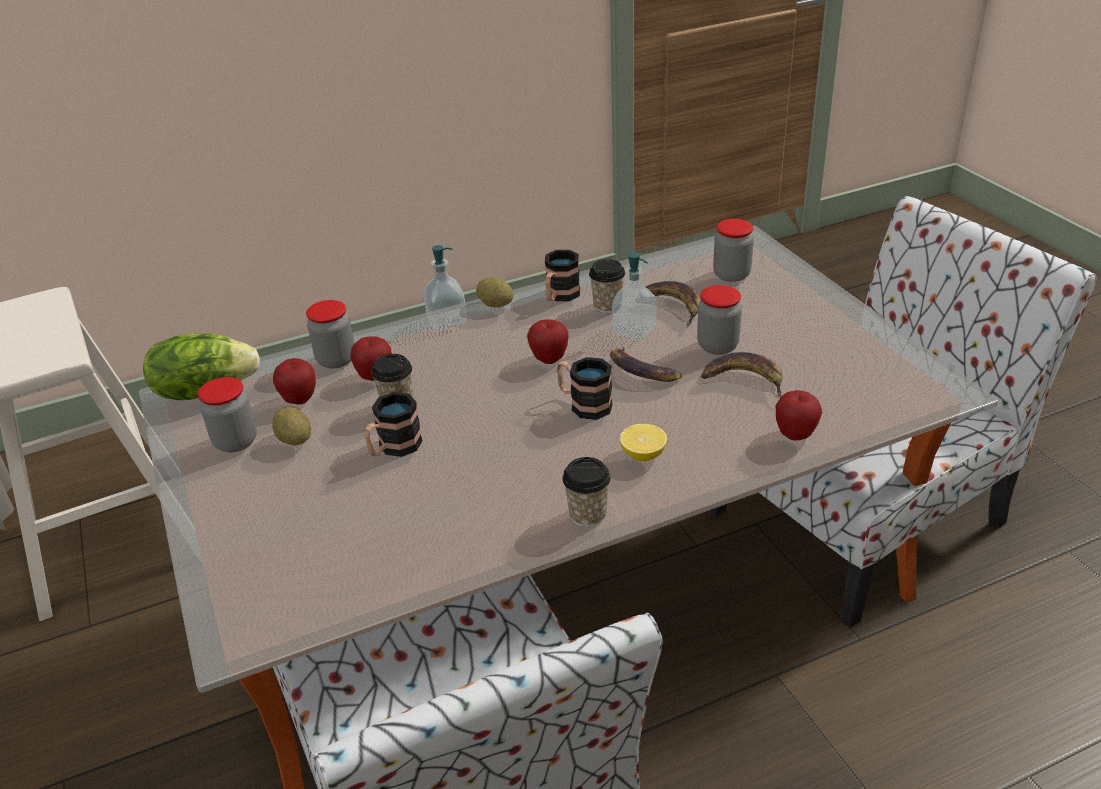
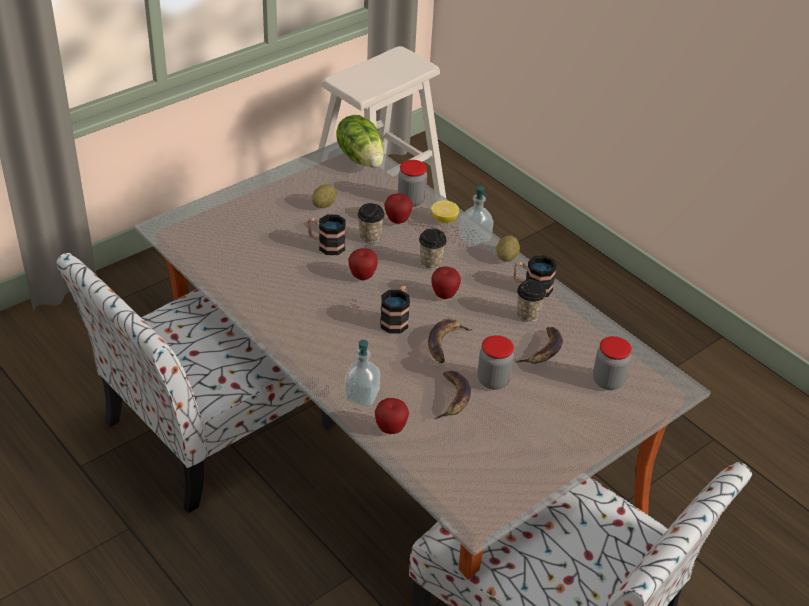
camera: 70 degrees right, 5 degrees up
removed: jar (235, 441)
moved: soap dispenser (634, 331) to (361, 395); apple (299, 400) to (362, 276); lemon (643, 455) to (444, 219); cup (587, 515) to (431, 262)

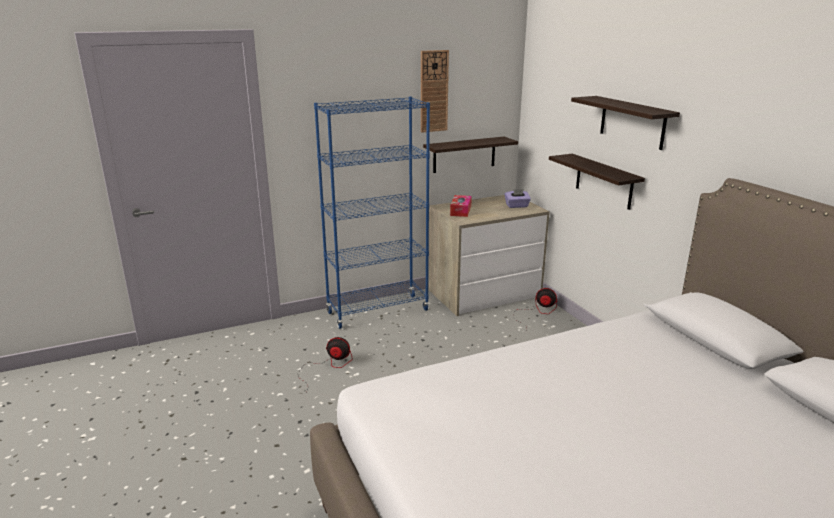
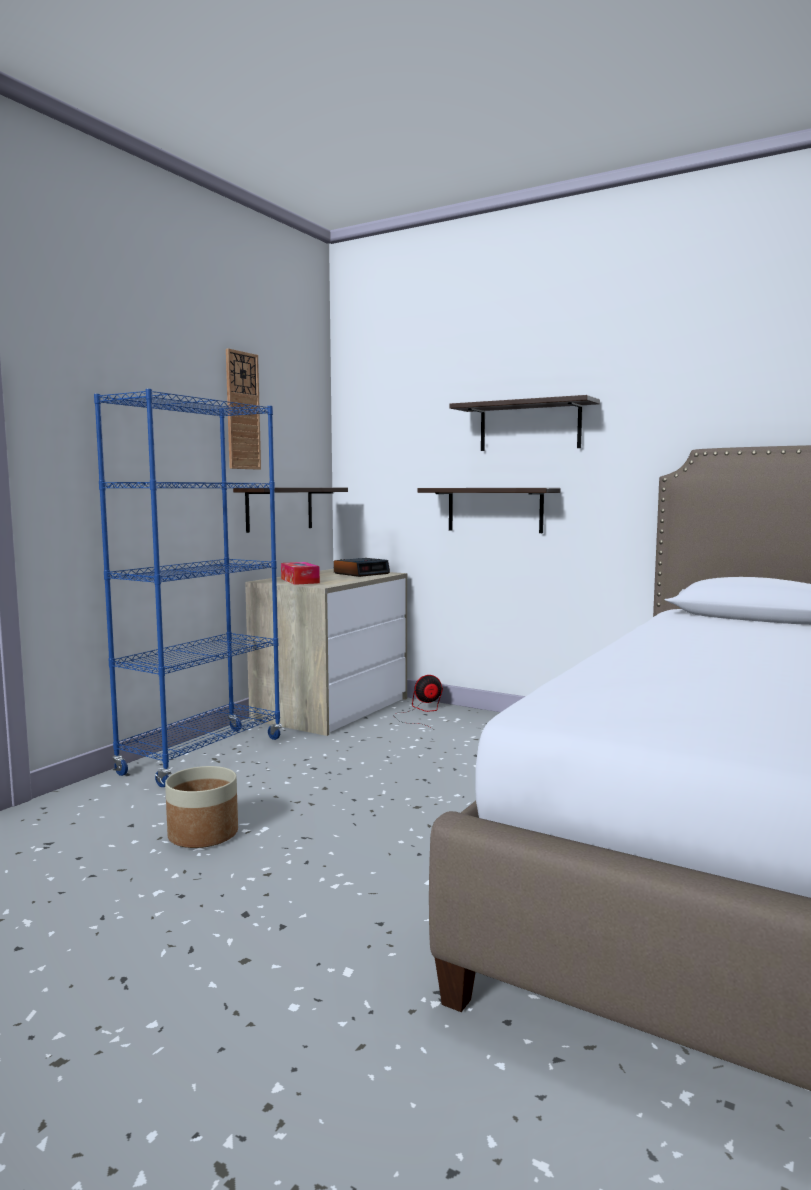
camera: 35 degrees left, 15 degrees down
replaced: purple tissue box (517, 206) to alarm clock (361, 573); fan (327, 367) to planter (203, 834)

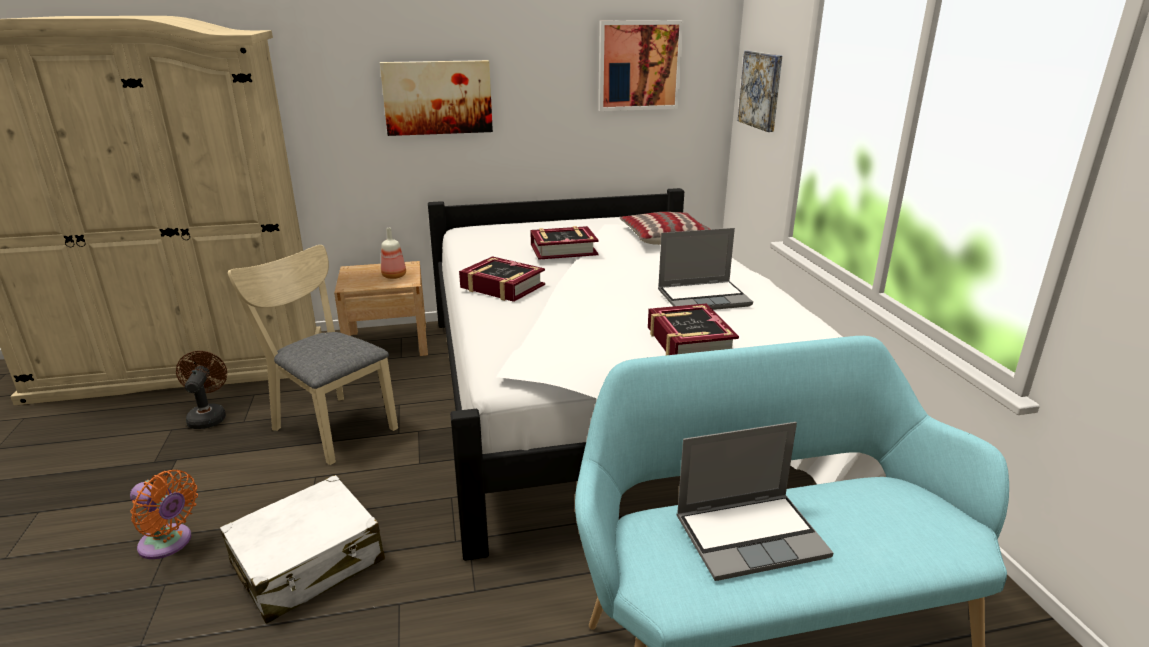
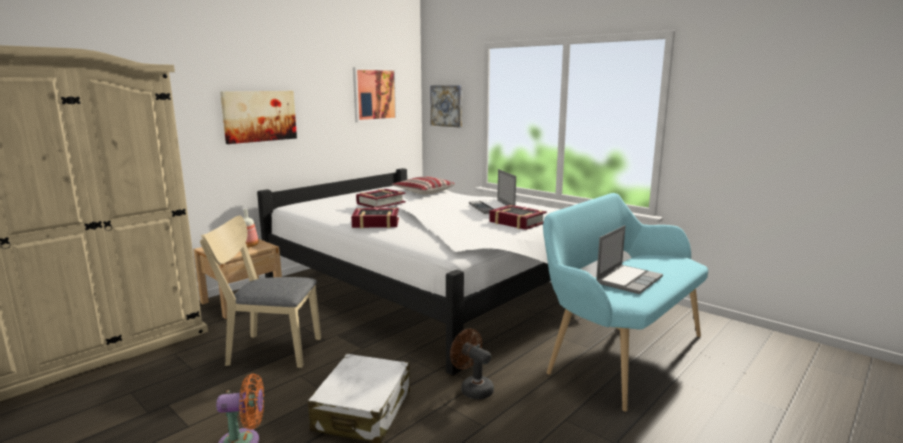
camera: 35 degrees left, 10 degrees down
moved: brown fan (208, 416) to (472, 388)
turned: laptop (704, 298) = (492, 208) 120 degrees clockwise

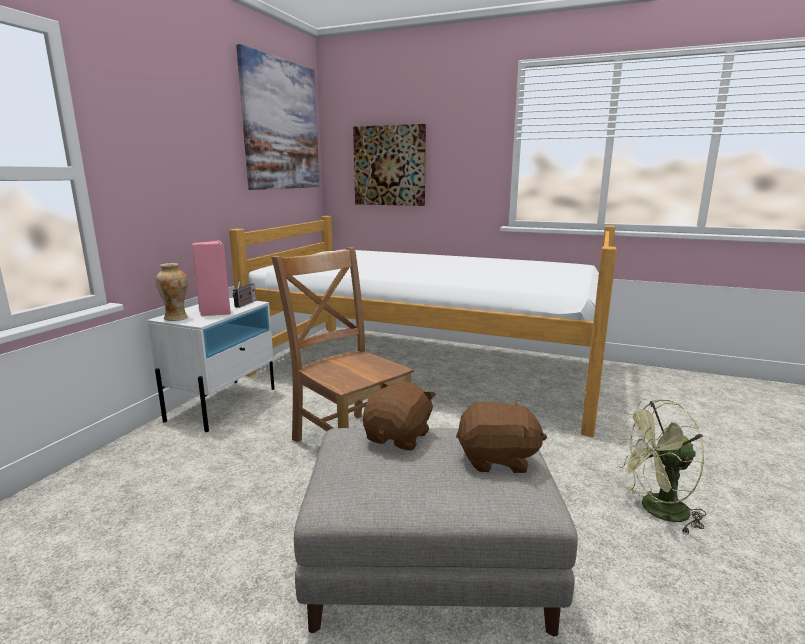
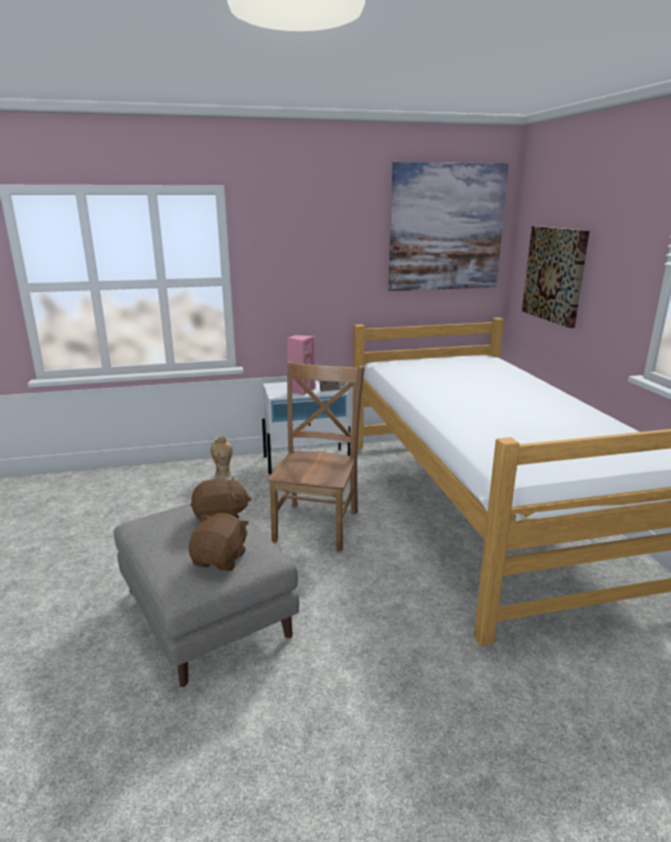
camera: 55 degrees right, 5 degrees up
removed: green fan (656, 511)
moved: vase (176, 318) to (223, 475)
turned: brown plush toy (497, 459) = (220, 559) 135 degrees counterclockwise

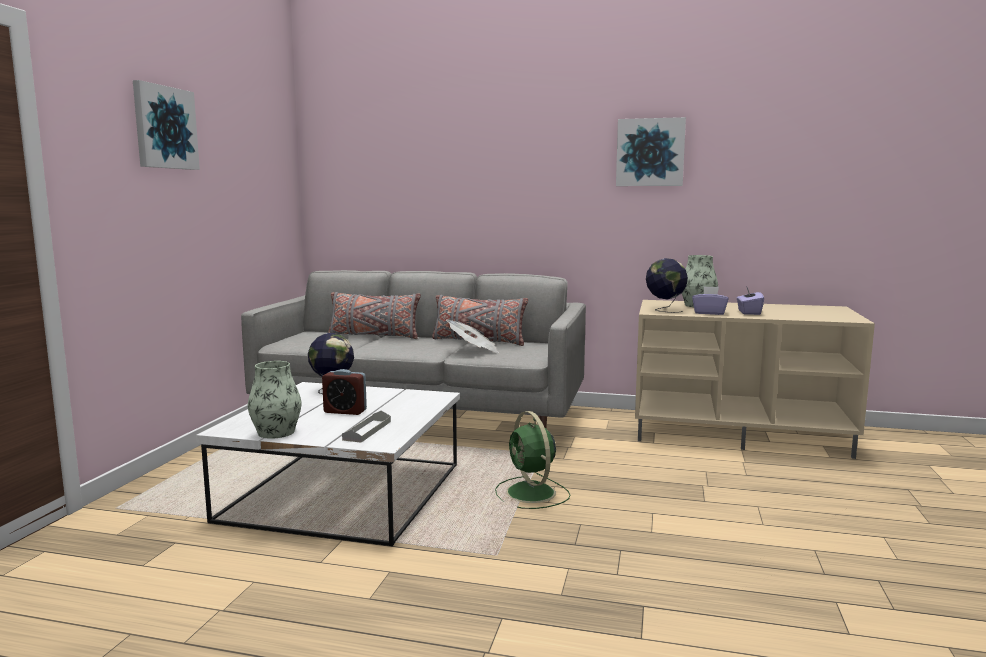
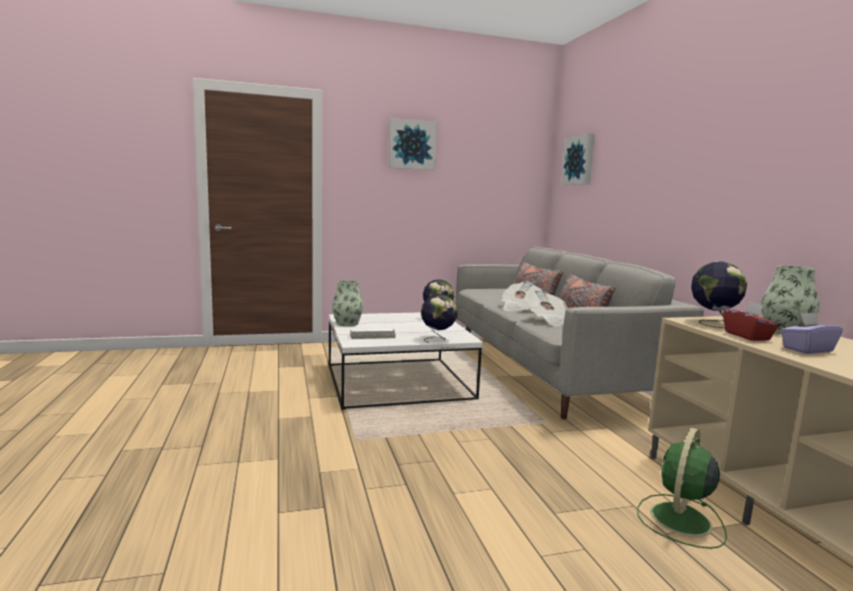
camera: 60 degrees right, 0 degrees up
removed: alarm clock (345, 411)
added: newspaper (519, 308); globe (438, 339)
moved: picture (650, 152) to (579, 160); green fan (532, 493) to (680, 520)
recoloured: purple tissue box (709, 313) to red tissue box (747, 336)

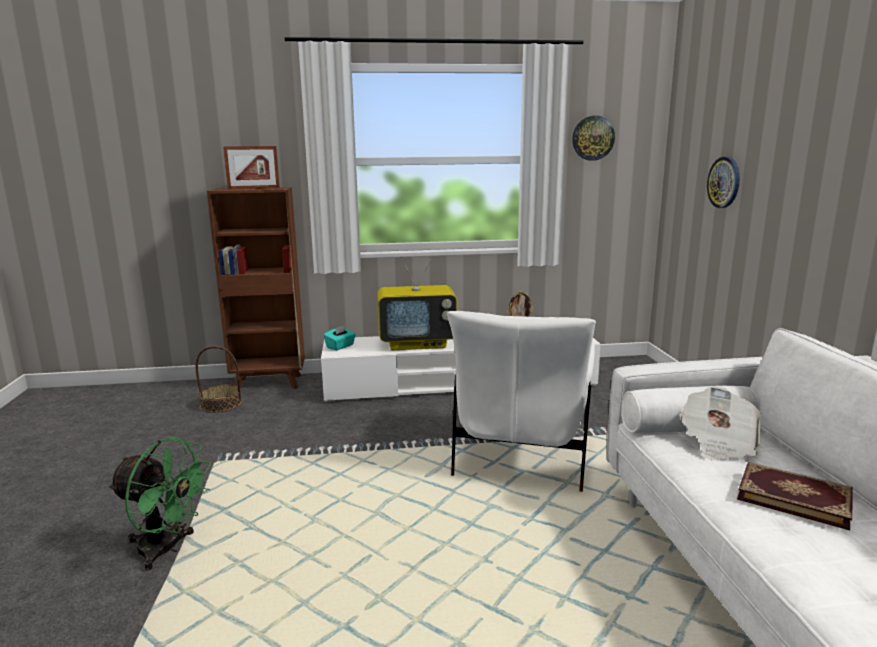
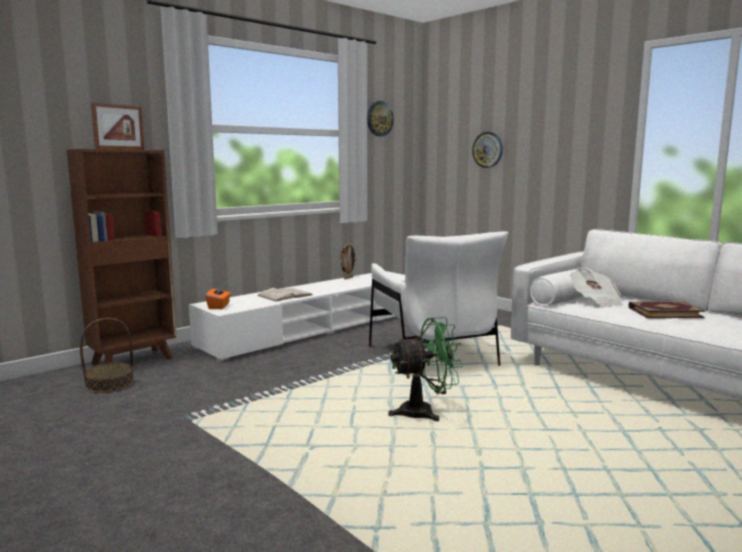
camera: 35 degrees left, 5 degrees down
moved: green fan (167, 549) to (424, 412)
replaced: television (418, 343) to white book (285, 295)
recoloured: turquoise tissue box (340, 346) to orange tissue box (219, 306)

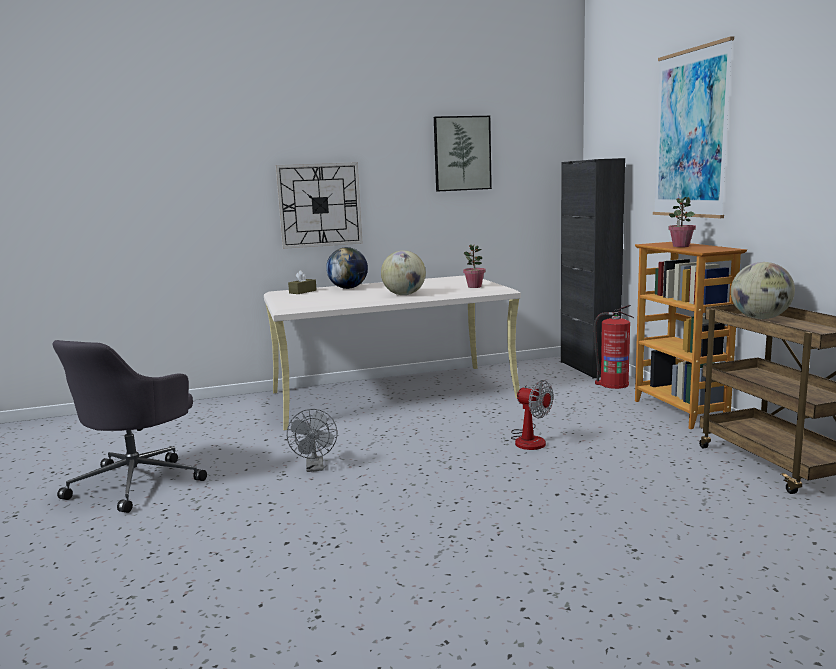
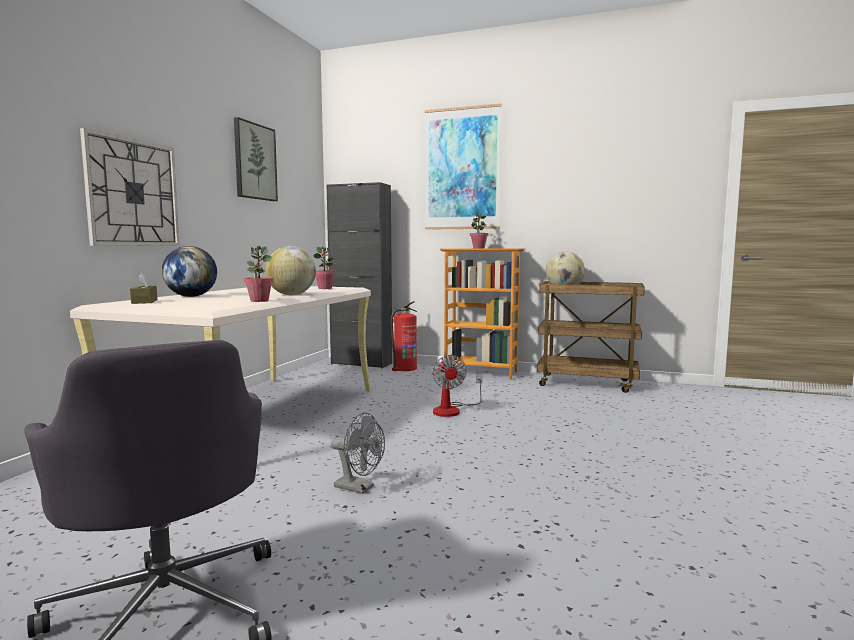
camera: 55 degrees left, 5 degrees down
added: potted plant (259, 301)
turned: fan (529, 439) = (452, 410) 90 degrees clockwise

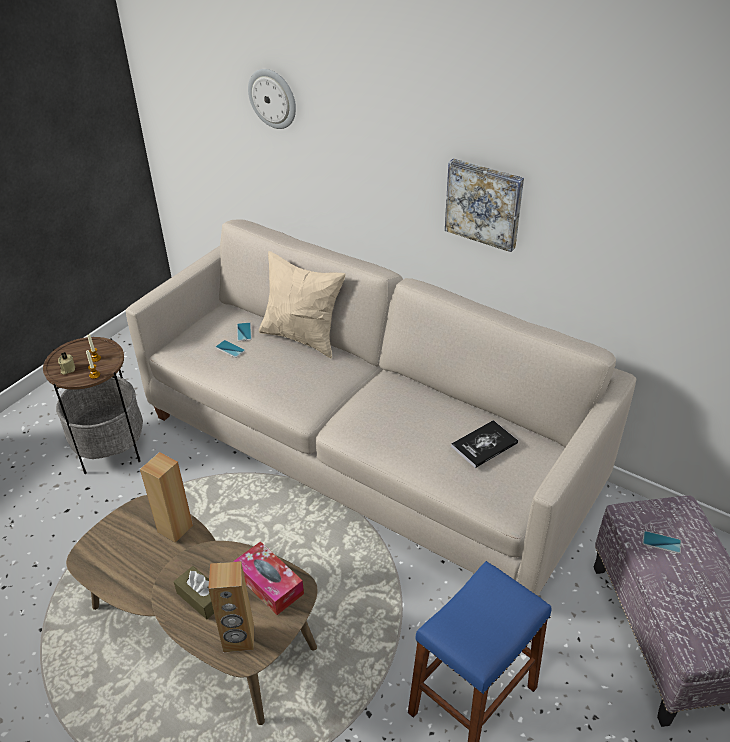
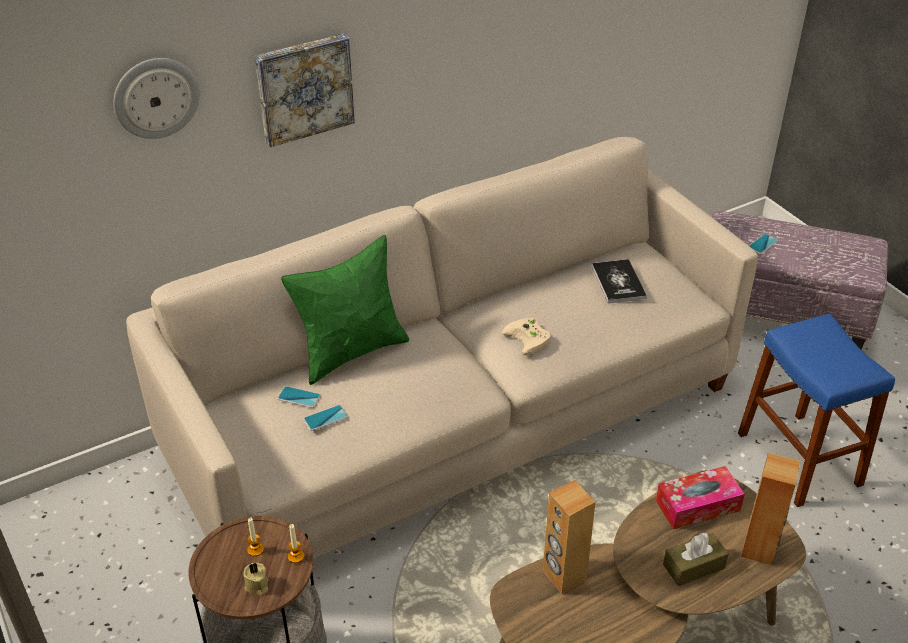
camera: 65 degrees left, 0 degrees up
added: beige game controller (529, 338)
moved: picture (484, 203) to (304, 88)
recoloured: beige pillow (302, 337) to green pillow (351, 352)

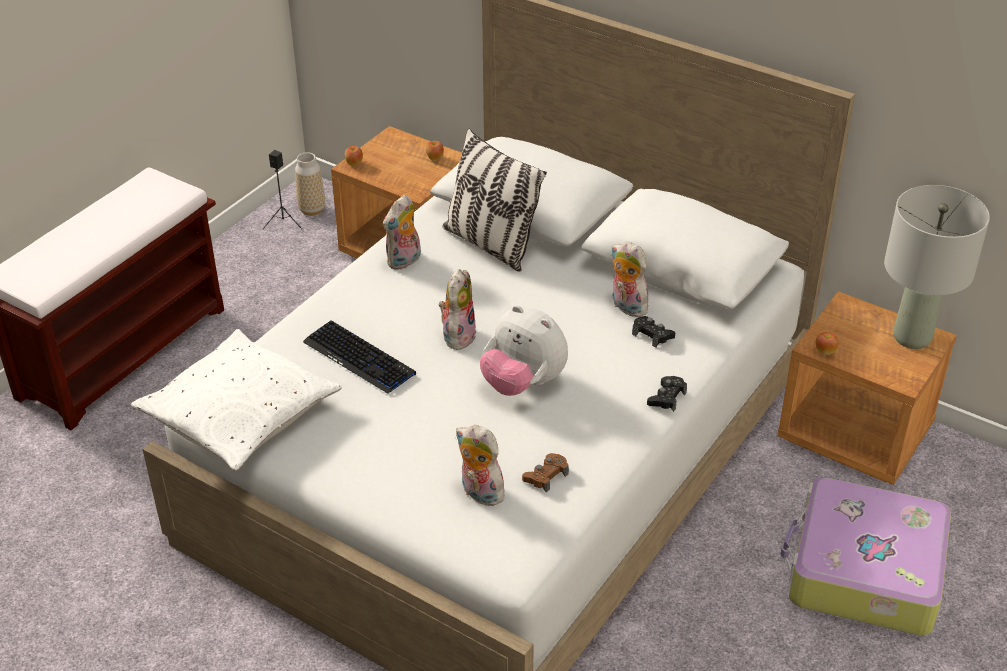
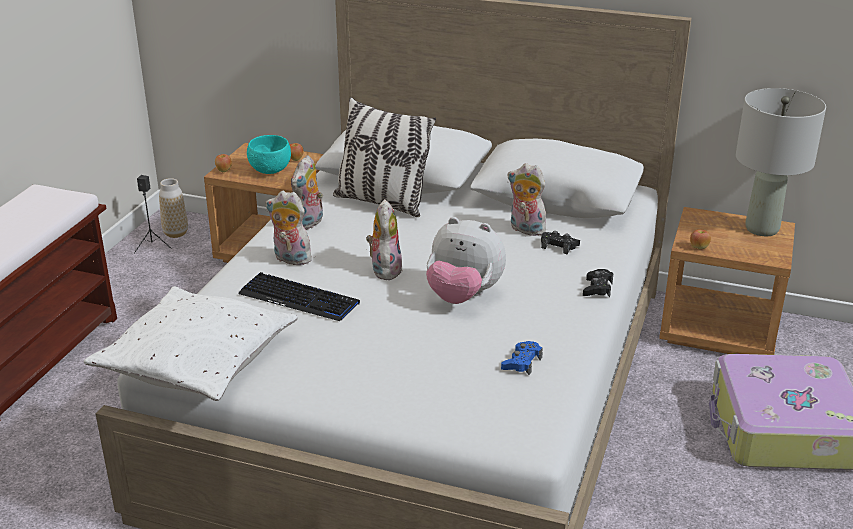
camera: 15 degrees left, 10 degrees down
added: turquoise bowl (269, 170)
moved: plush toy (479, 493) to (290, 259)
recoloured: brown game controller (546, 476) to blue game controller (522, 363)

